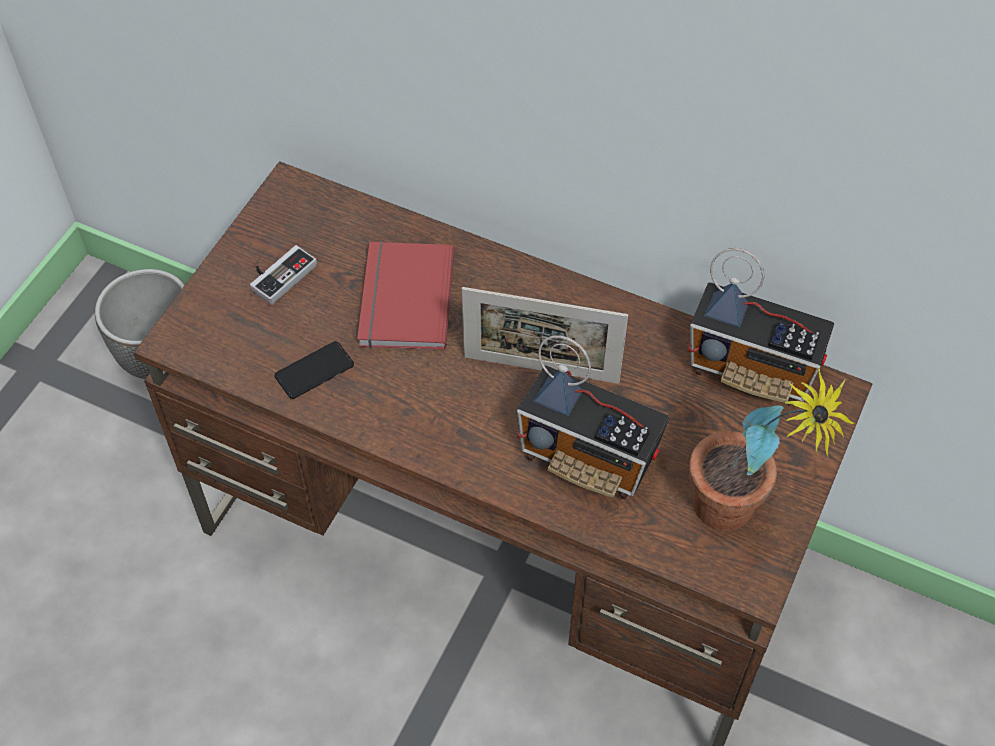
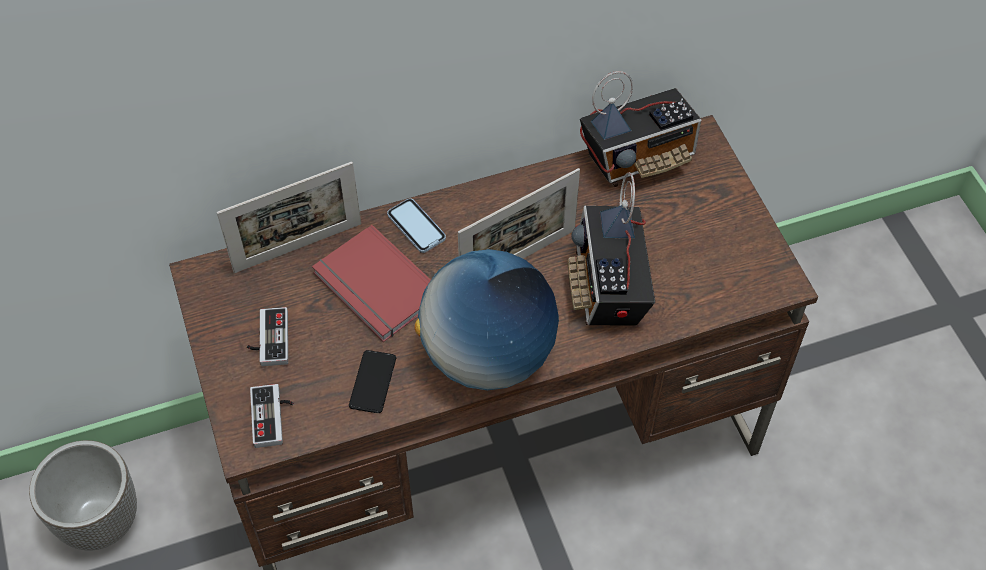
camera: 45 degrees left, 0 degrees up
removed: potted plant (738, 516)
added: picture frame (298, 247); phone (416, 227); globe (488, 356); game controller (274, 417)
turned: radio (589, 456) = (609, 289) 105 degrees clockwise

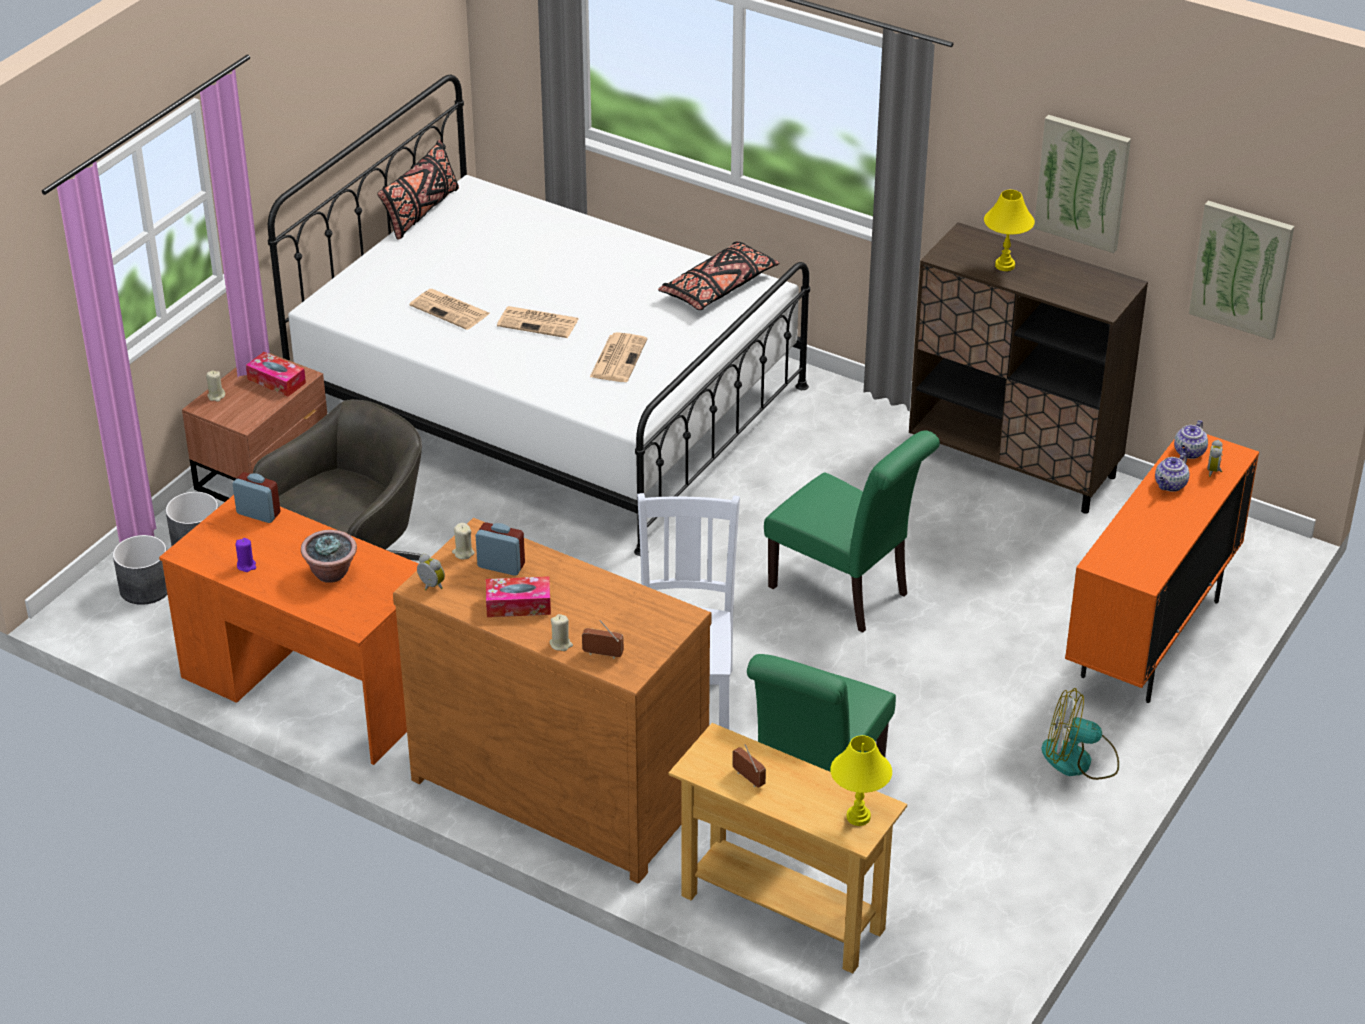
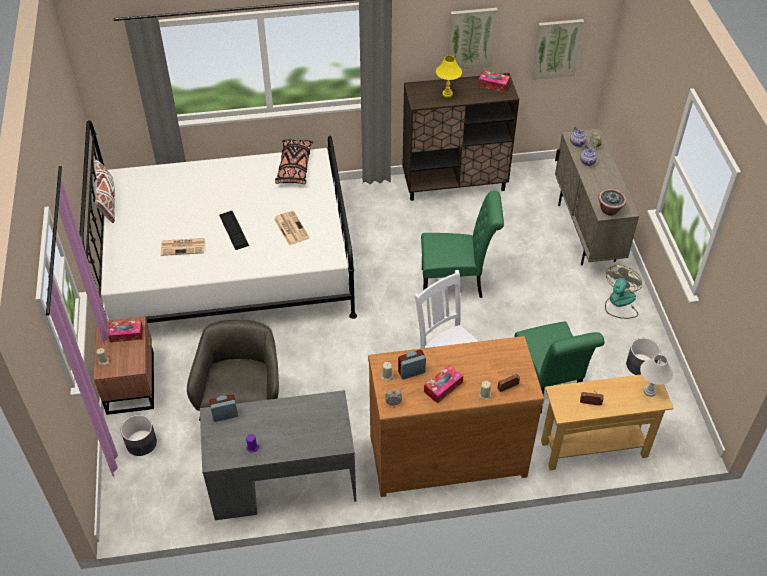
camera: 40 degrees left, 10 degrees up
added: tissue box (493, 85)
moved: potted plant (331, 573) to (609, 210); grey planter (145, 588) to (640, 365)
replaced: newspaper (539, 323) to keyboard (233, 230)
recoloured: black pillow (421, 212) to white pillow (107, 202); orange cabinet (1150, 639) to beige cabinet (586, 233); orange desk (310, 688) to grey desk (283, 482); yellow table lamp (858, 816) to white table lamp (649, 391)
turned: fan (1079, 760) = (619, 303) 150 degrees clockwise

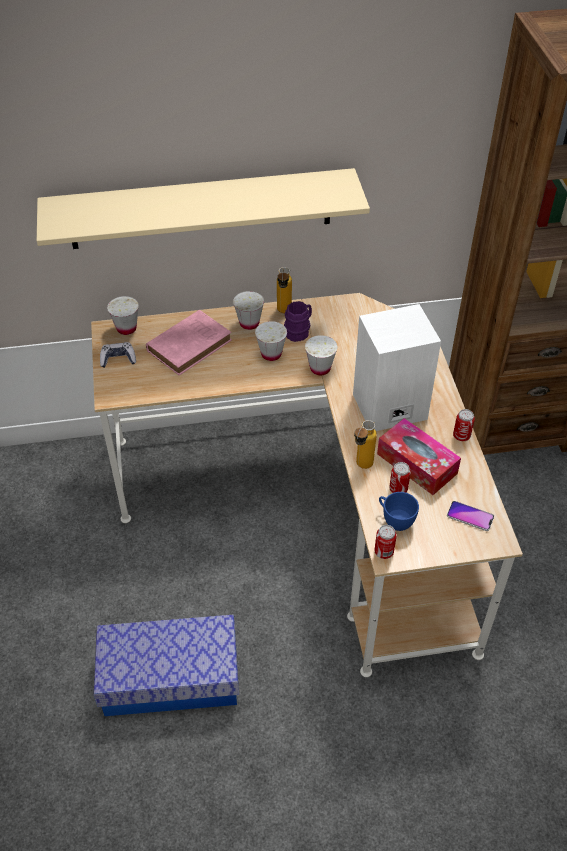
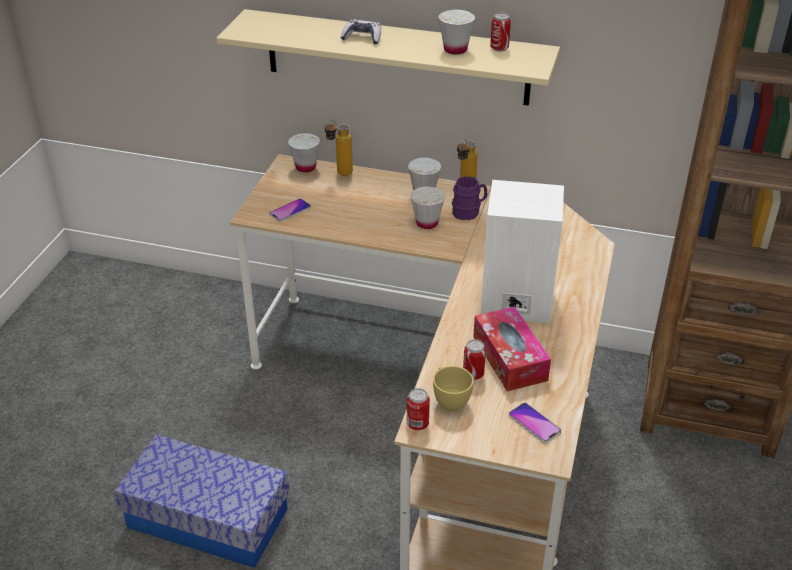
camera: 25 degrees right, 10 degrees down
removed: pink book (191, 344)
added: phone (290, 211)
moved: white cup (320, 368) to (455, 49); game controller (118, 359) to (362, 38); can (461, 436) to (499, 48); bottle (361, 467) to (339, 174)
recoloured: blue cup (395, 520) to yellow cup (449, 400)

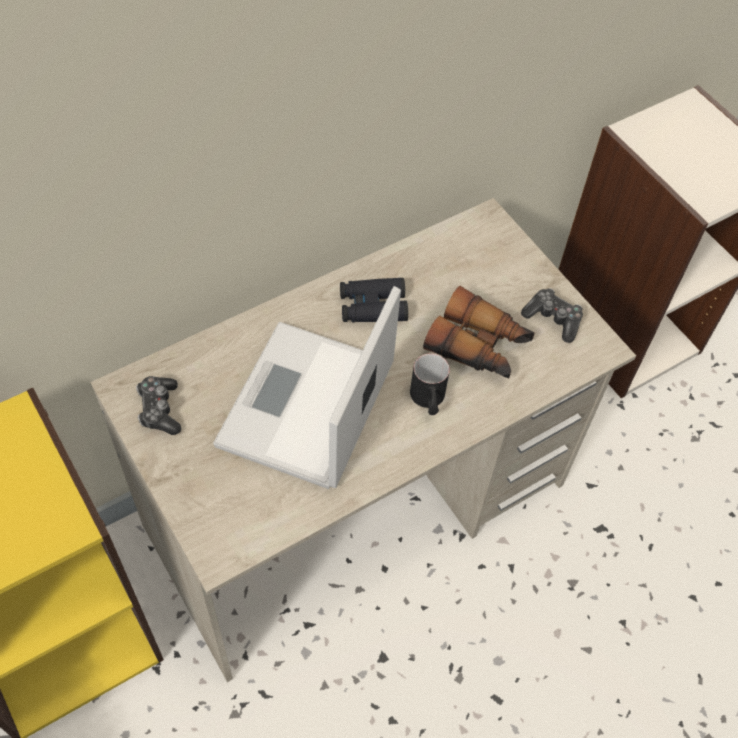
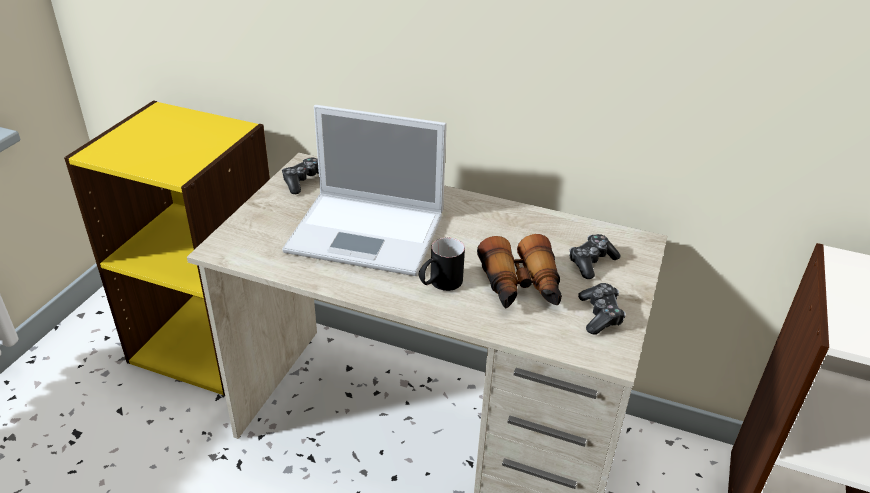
camera: 55 degrees right, 20 degrees down
removed: black binoculars (372, 306)
added: game controller (591, 262)
turned: laptop (305, 408) = (369, 233) 150 degrees counterclockwise

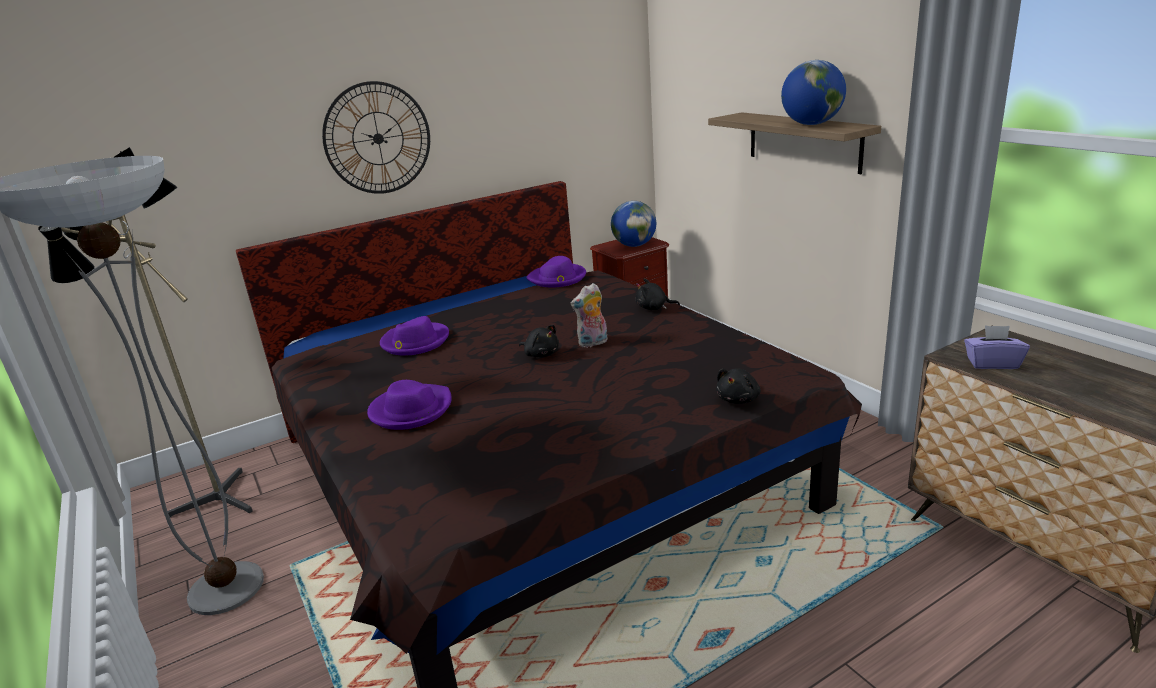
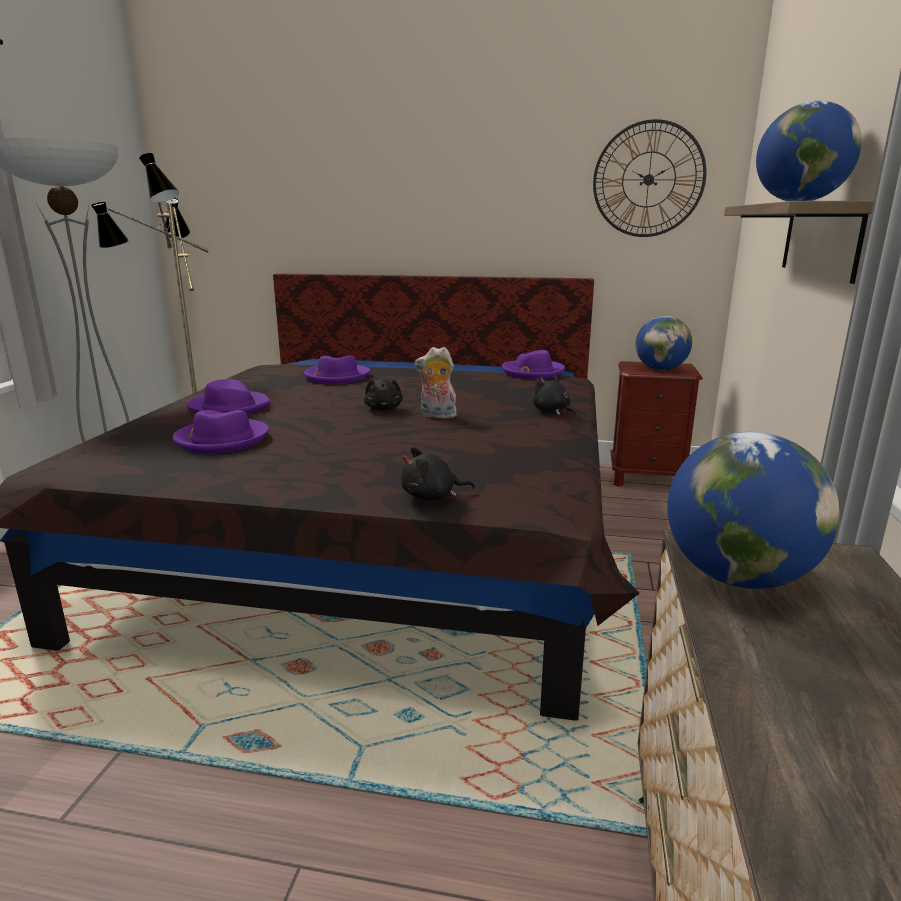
camera: 40 degrees right, 5 degrees down
added: purple hat (221, 440)
moved: wall clock (378, 138) to (648, 179)
replaced: purple tissue box (992, 363) to globe (737, 577)

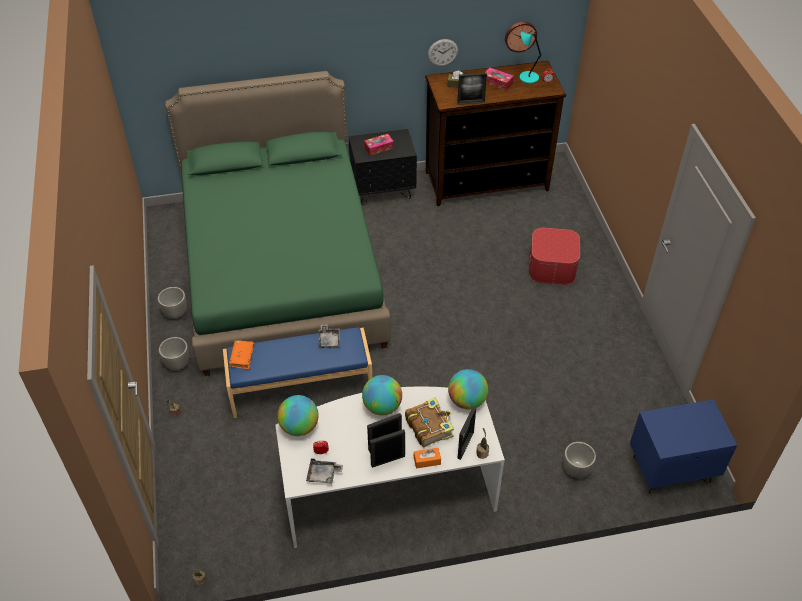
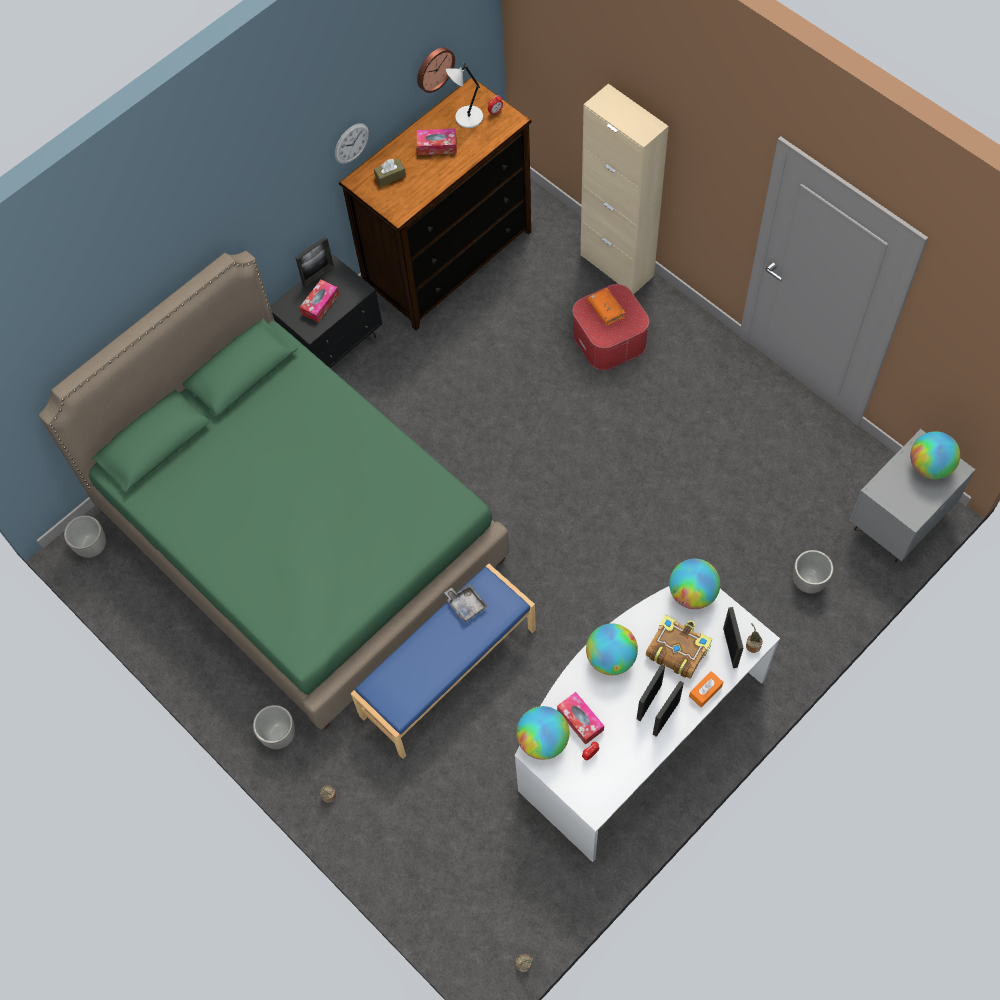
camera: 30 degrees left, 15 degrees up
removed: grey tray (323, 475)
added: beige cabinet (617, 265); globe (929, 466); tissue box (580, 720)
moved: picture frame (471, 103) to (318, 275); planter (175, 313) to (92, 546); orange book (242, 357) to (606, 310)
recoloured: turquoise table lamp (527, 77) to grey table lamp (467, 118); blue nightstand (670, 470) to grey nightstand (898, 522)

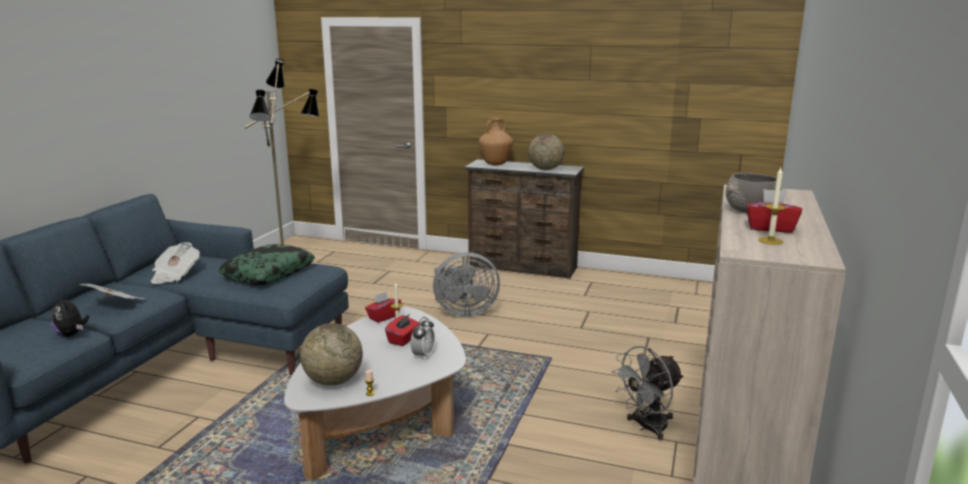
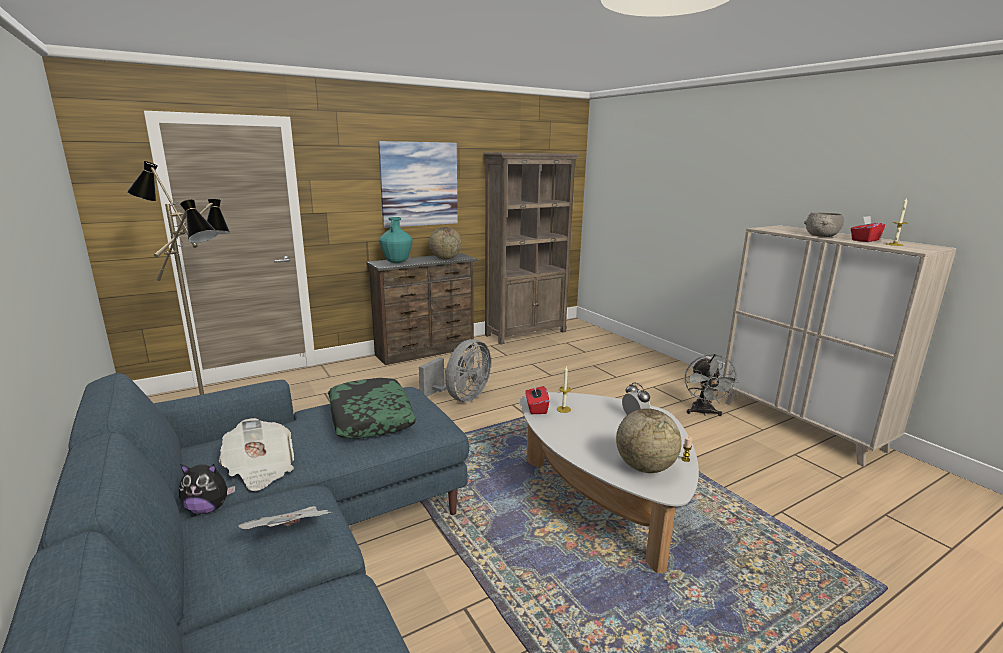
camera: 50 degrees left, 0 degrees up
removed: red tissue box (403, 339)
added: picture (419, 184); brown bookcase (526, 333)
moved: plush toy (71, 334) to (208, 508)
recoloured: brown vase (496, 164) to turquoise vase (397, 262)

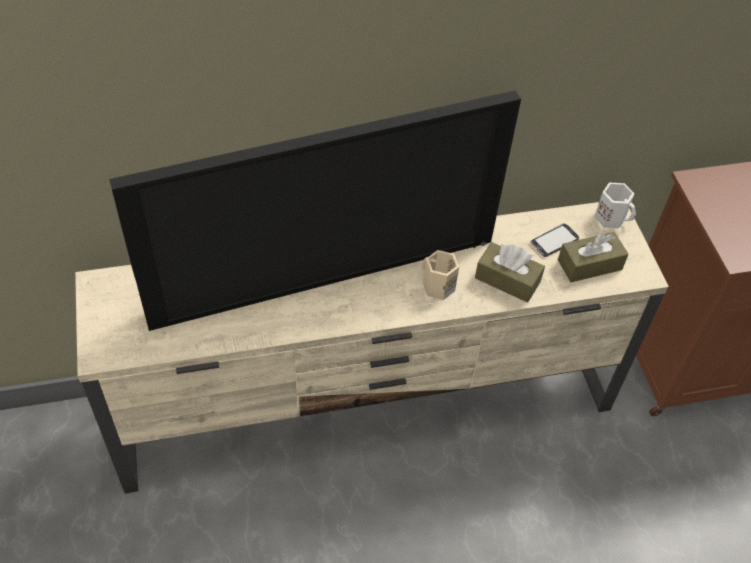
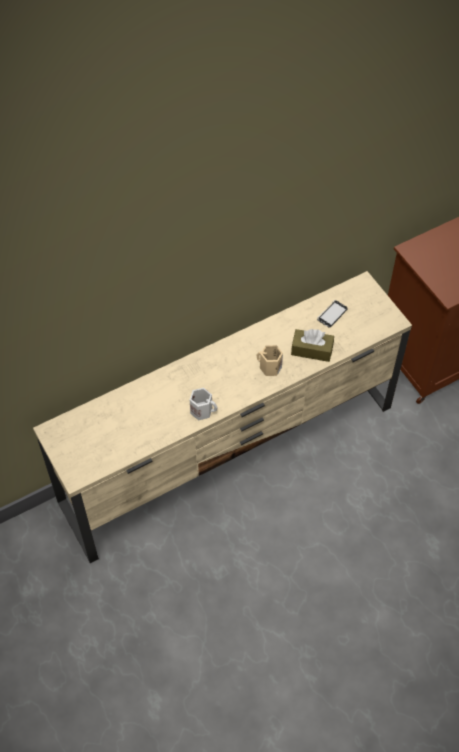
camera: 15 degrees left, 5 degrees up
removed: television (322, 267); brown tissue box (589, 265)
moved: white mug (611, 217) to (202, 410)

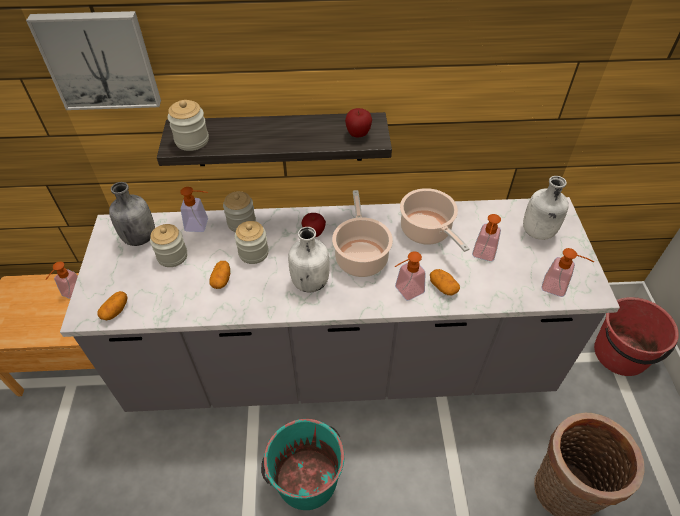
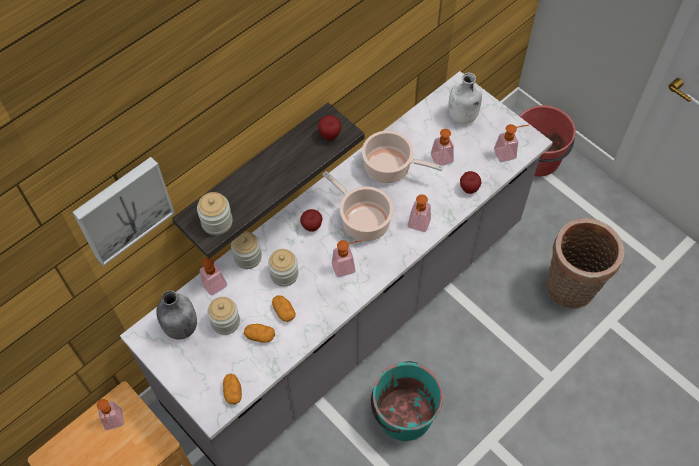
camera: 40 degrees left, 10 degrees up
added: apple (469, 189)
moved: potato (443, 287) to (260, 336)
replaced: white bottle (310, 282) to soap dispenser (347, 266)

